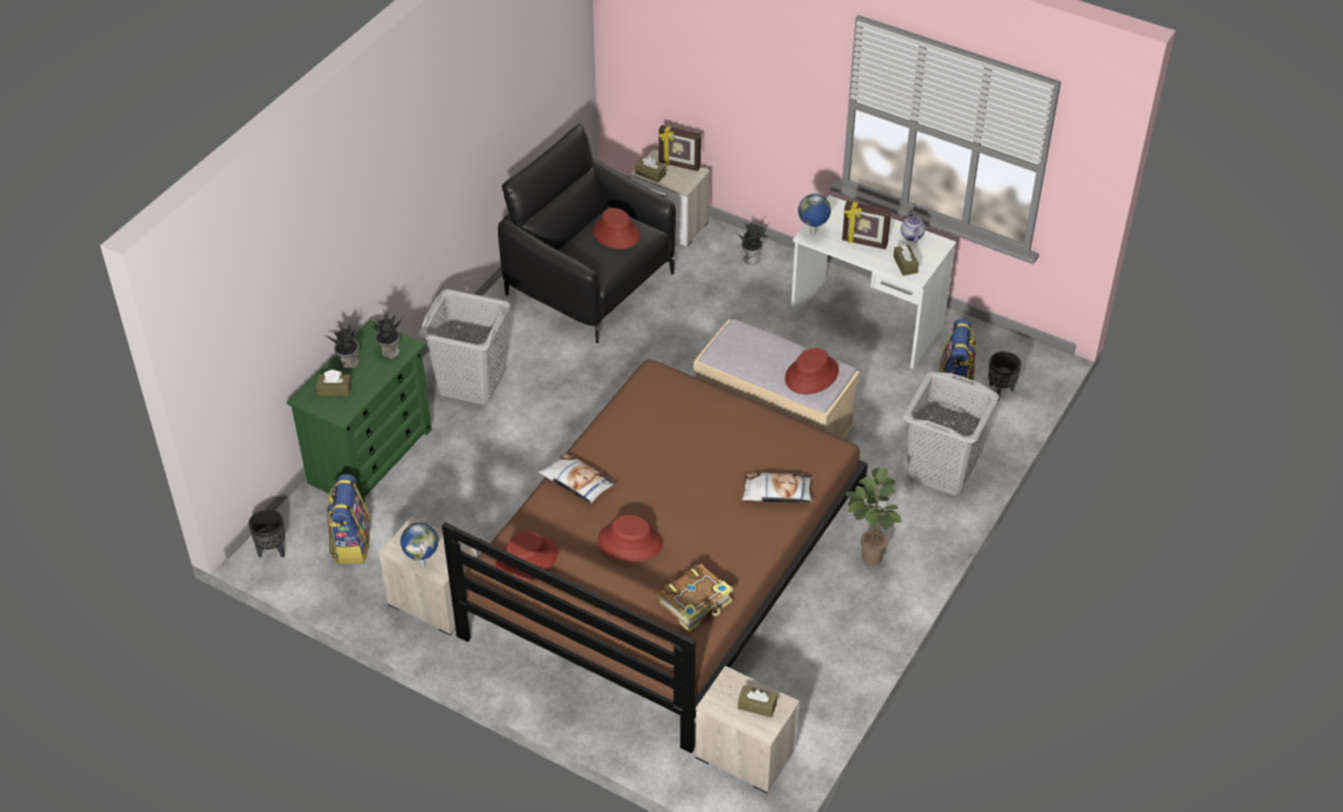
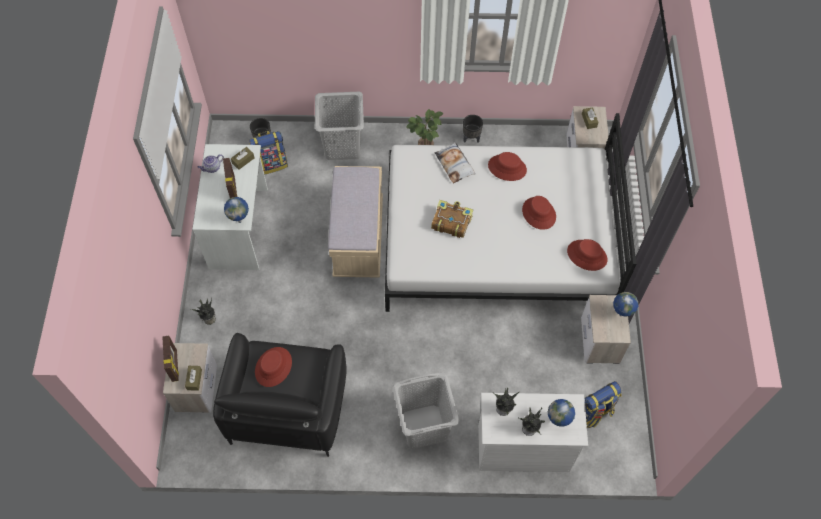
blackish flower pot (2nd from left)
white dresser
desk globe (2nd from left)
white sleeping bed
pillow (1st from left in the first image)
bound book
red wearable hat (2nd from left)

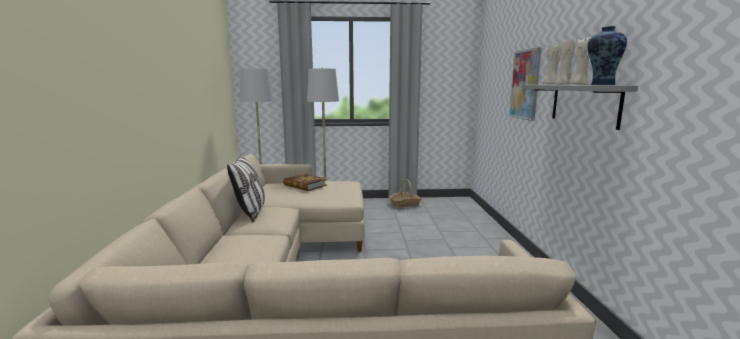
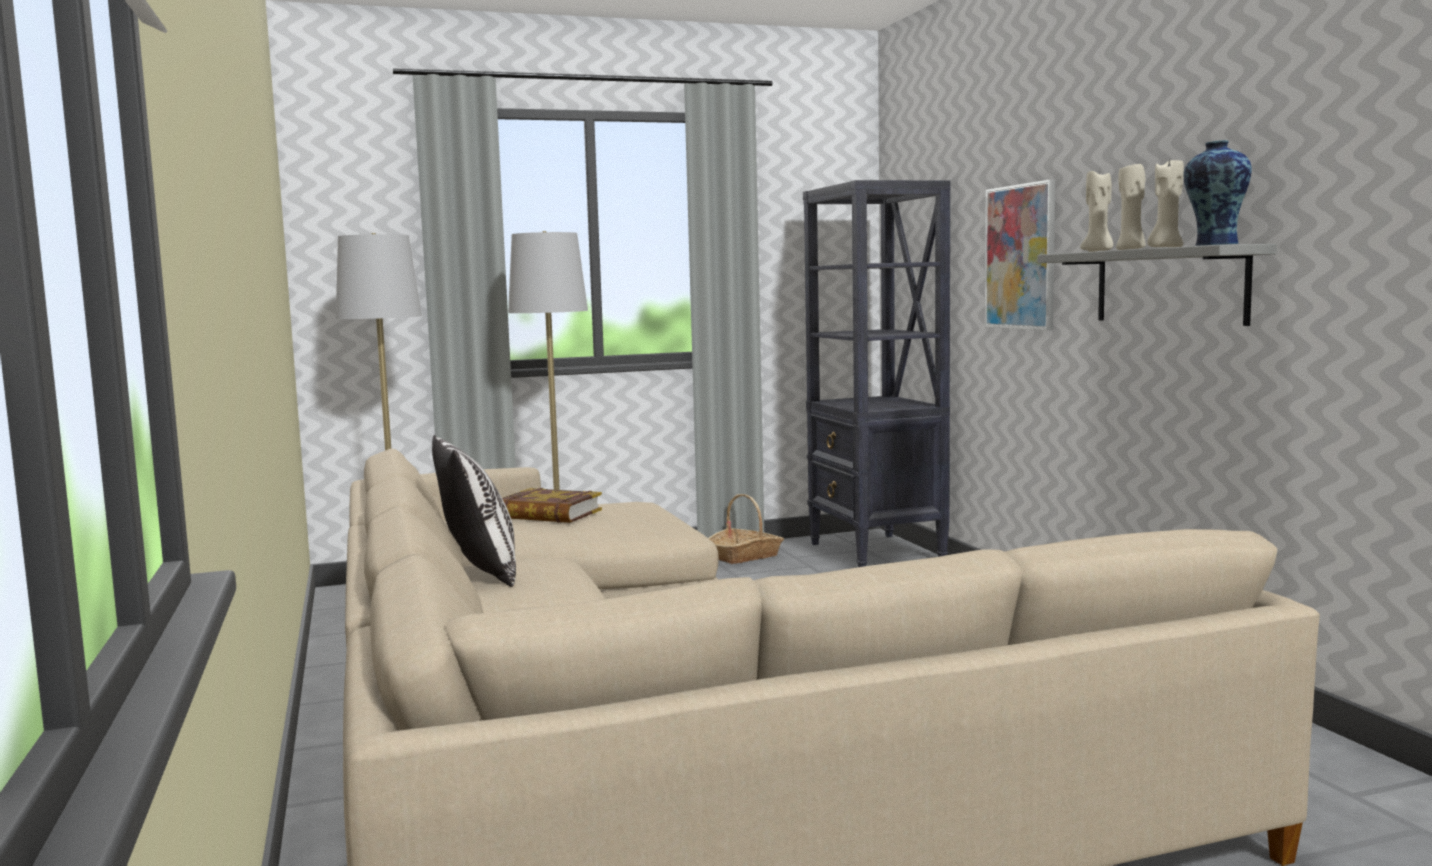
blackish shelving unit

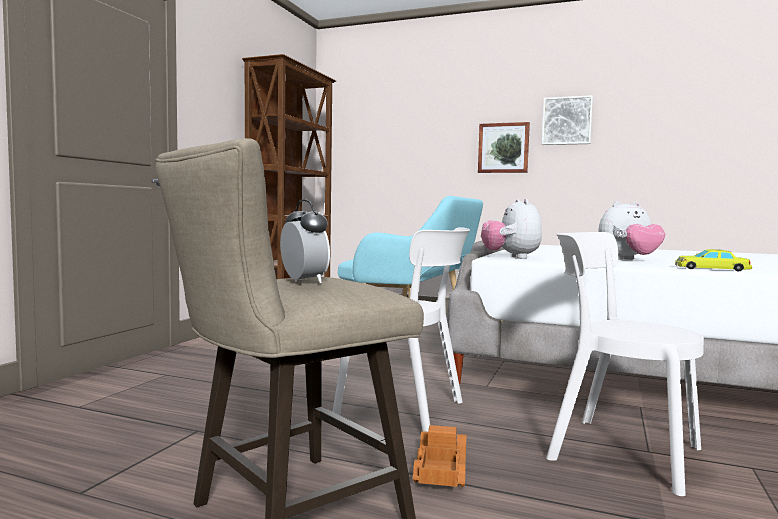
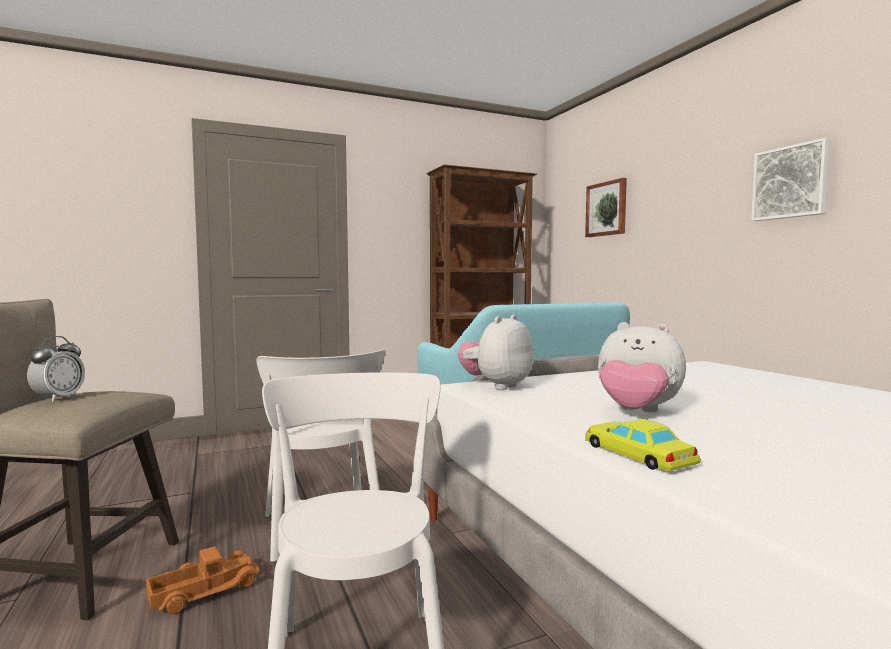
picture (1st from left)

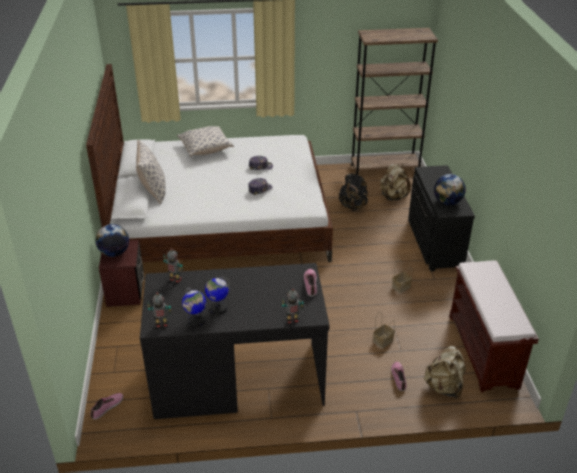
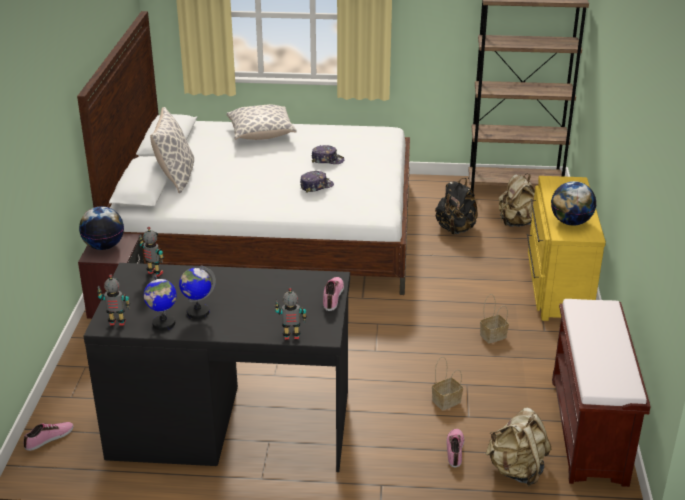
yellow-coloured dresser

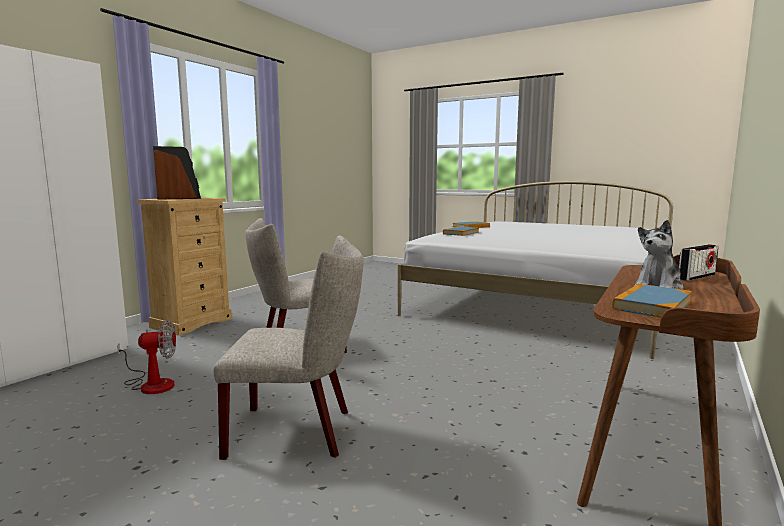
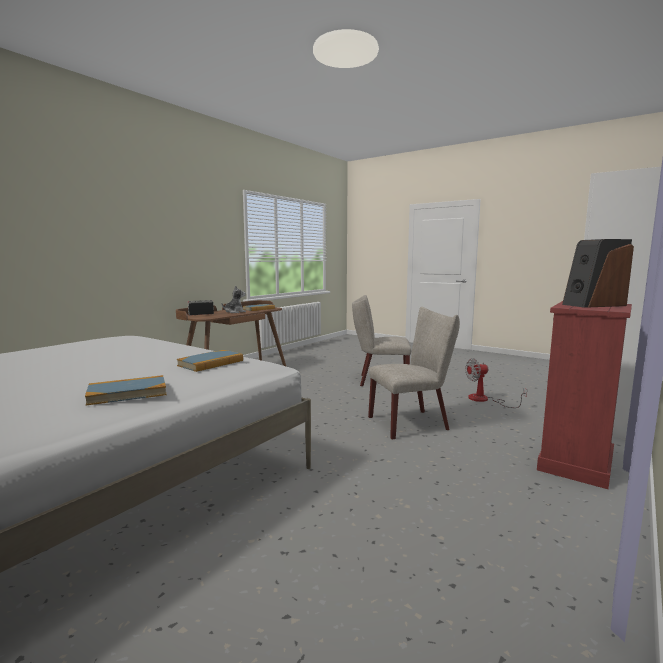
red dresser

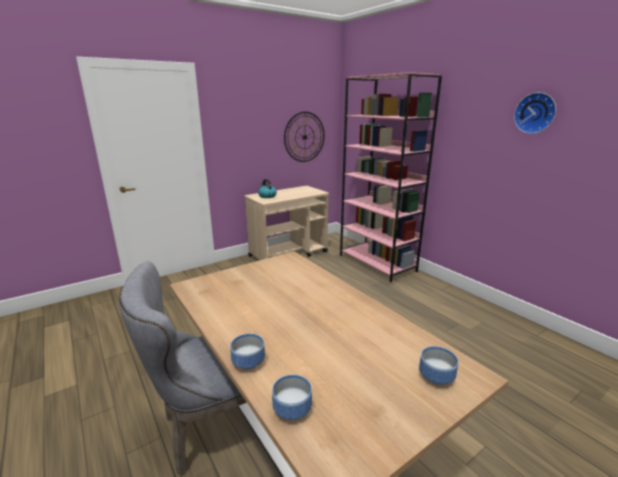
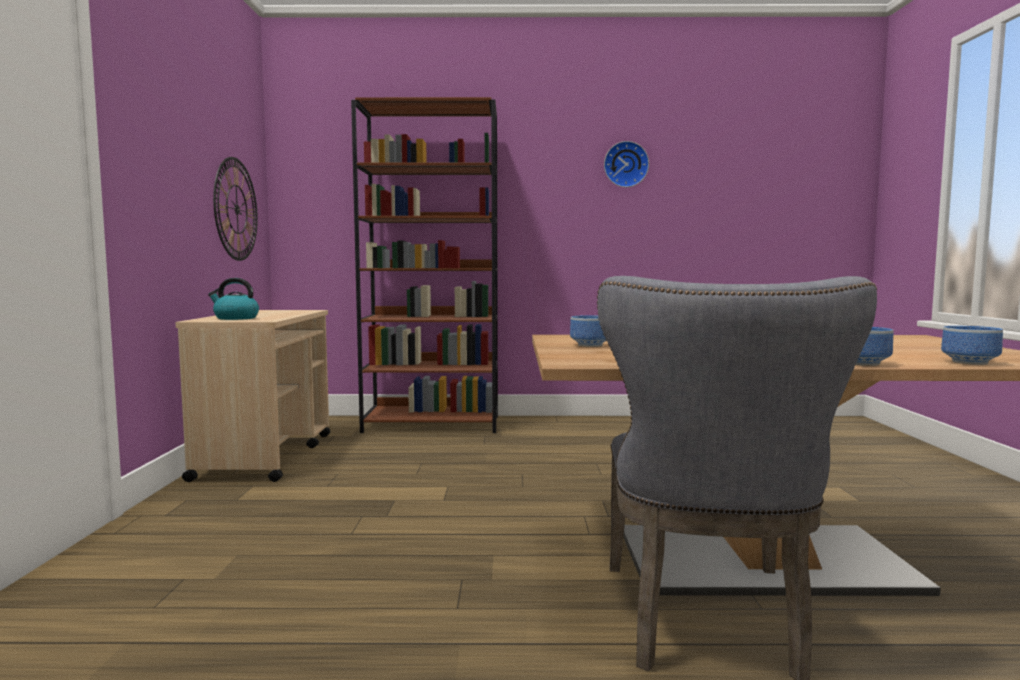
brownish shelving unit
deep dish (1st from left)

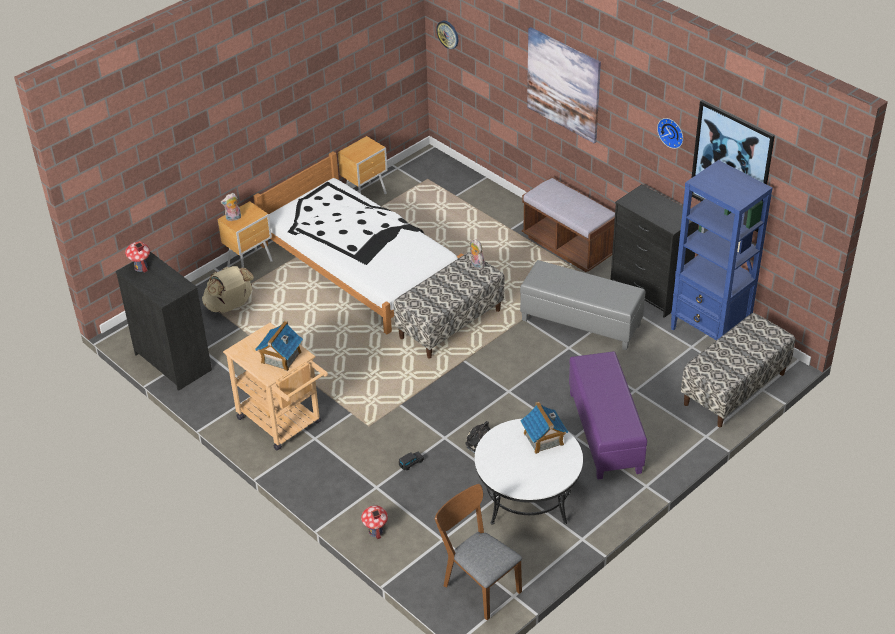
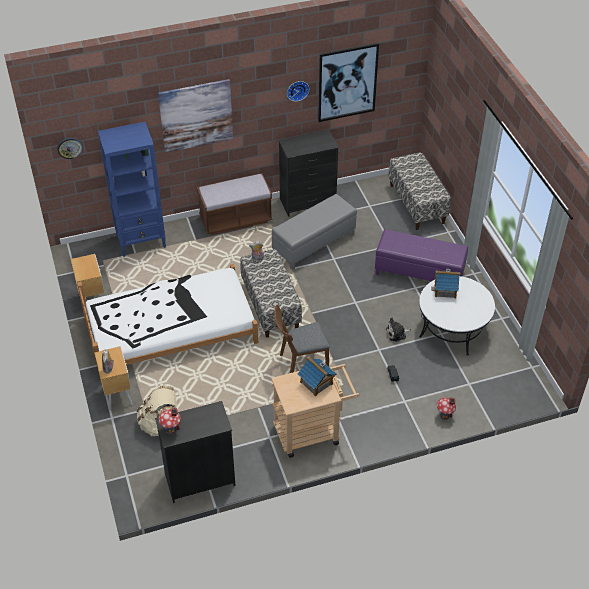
brownish plain chair
blue shelving unit

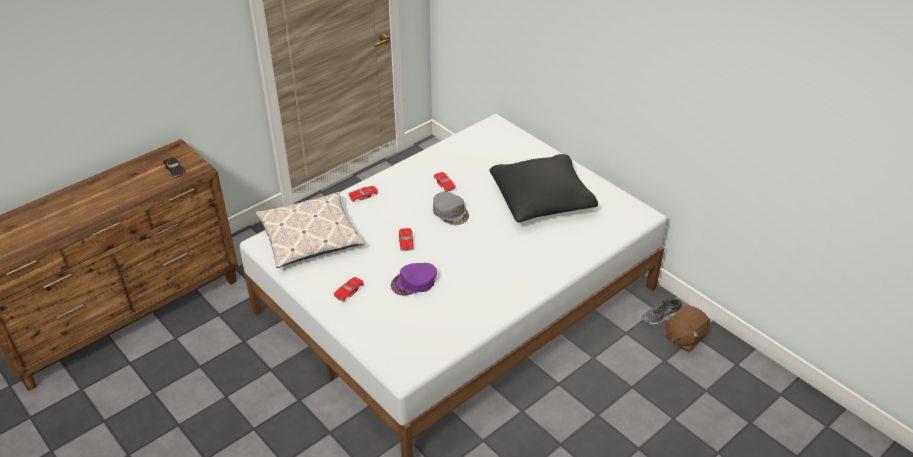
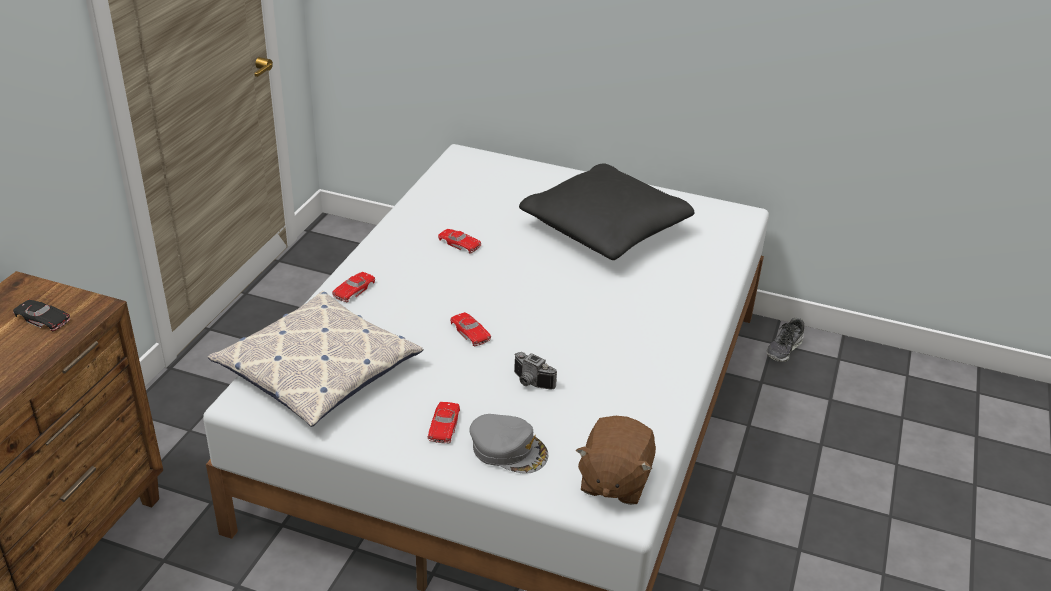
still camera
greyish baseball cap
brownish cuddly toy

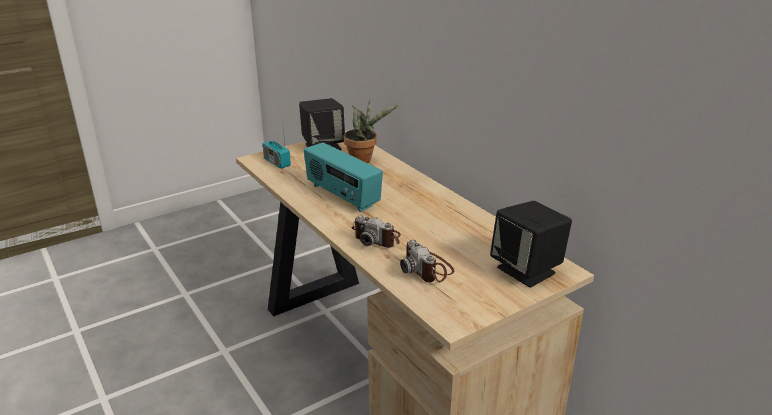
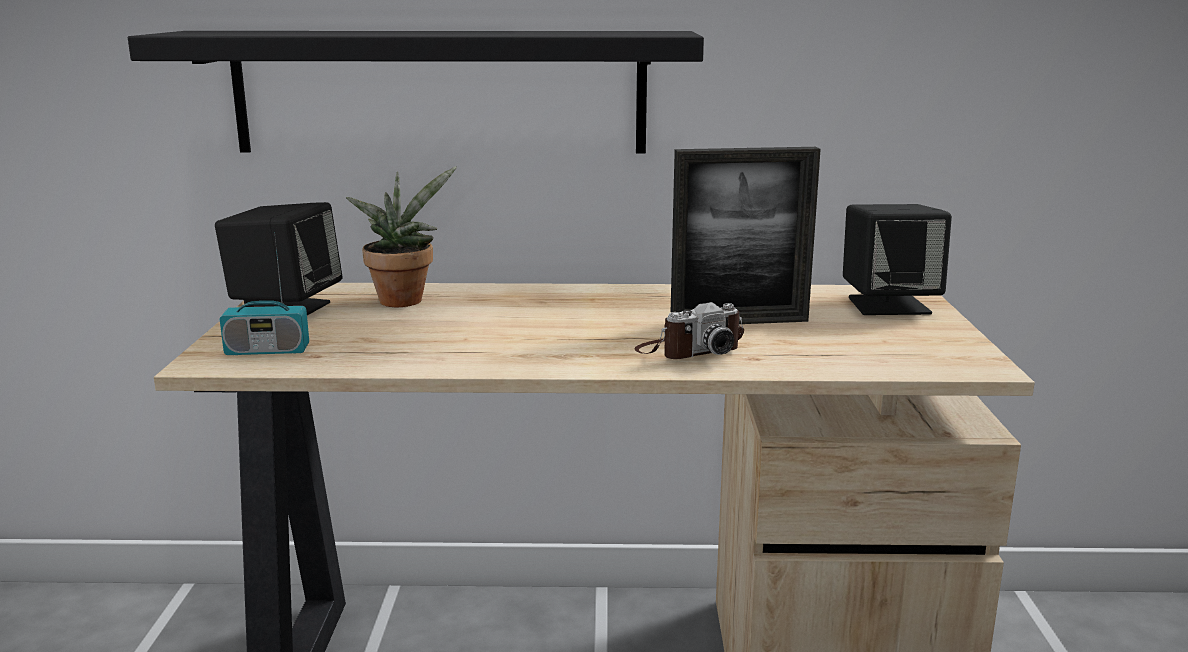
radio receiver (2nd from left in the first image)
still camera (2nd from left in the first image)
blackish shelf
standing frame

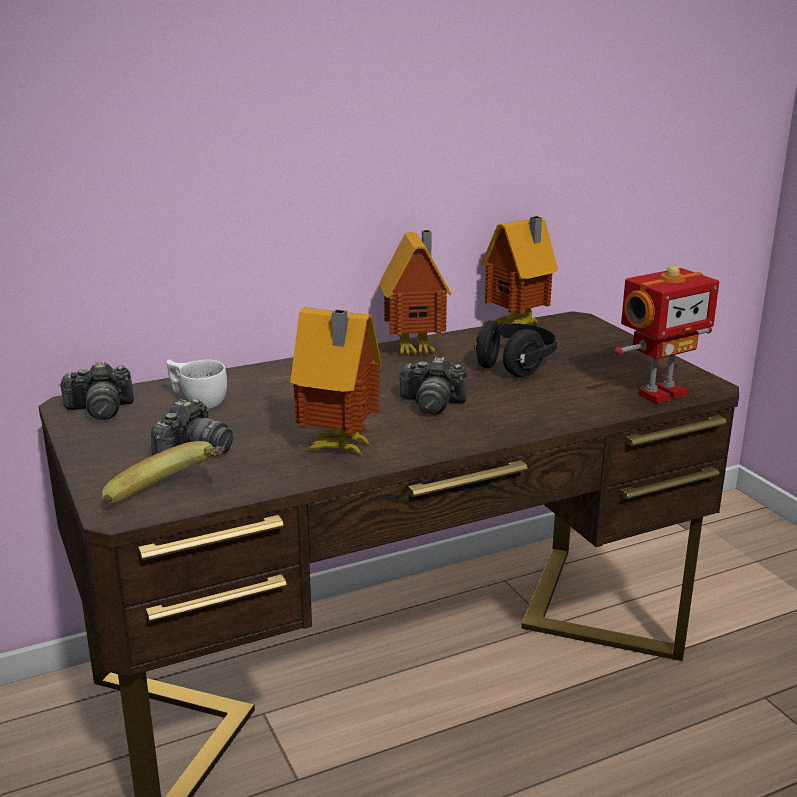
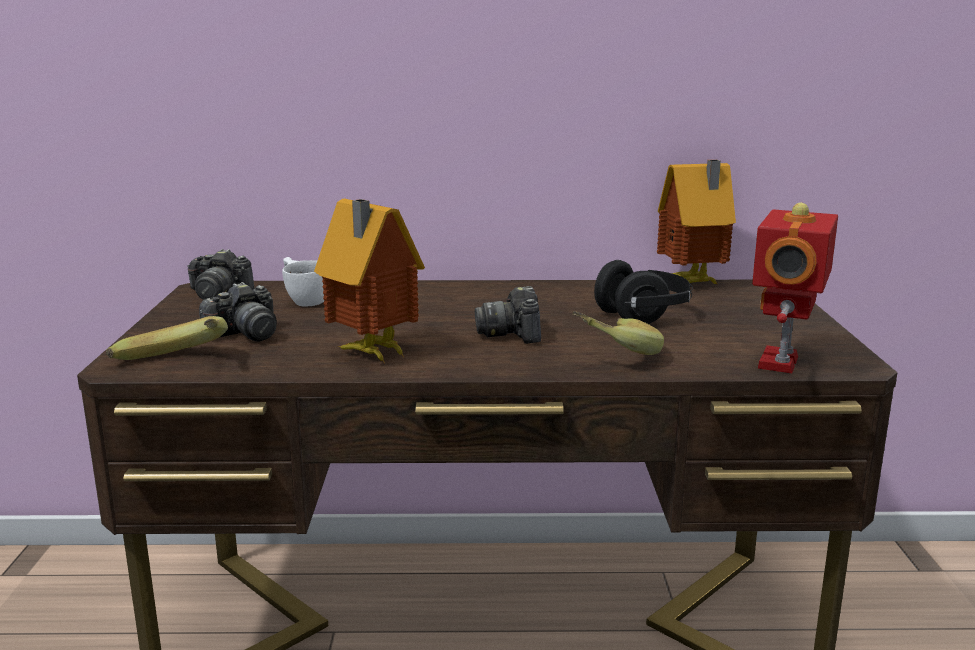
model house (2nd from left in the first image)
still camera (3rd from left)
robot figure
banana fruit (2nd from left)

